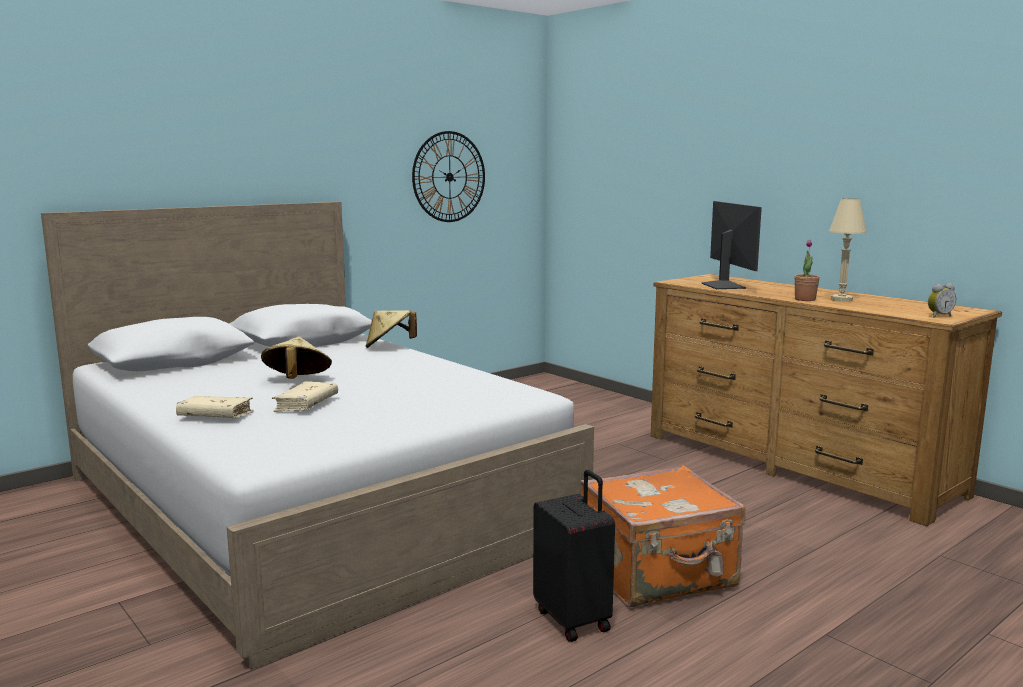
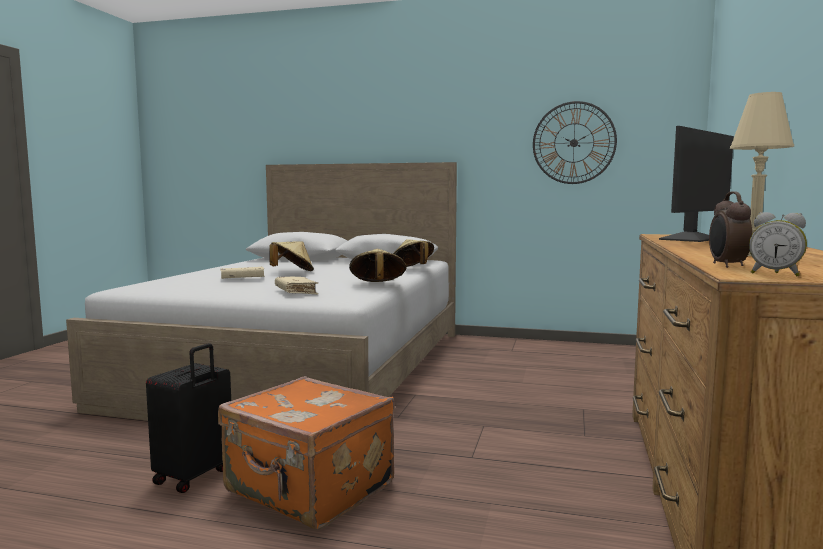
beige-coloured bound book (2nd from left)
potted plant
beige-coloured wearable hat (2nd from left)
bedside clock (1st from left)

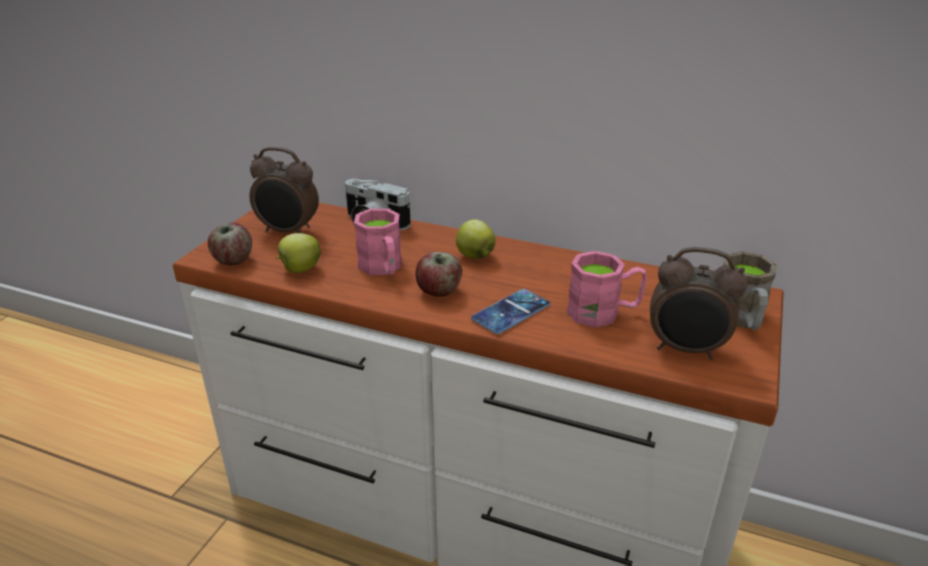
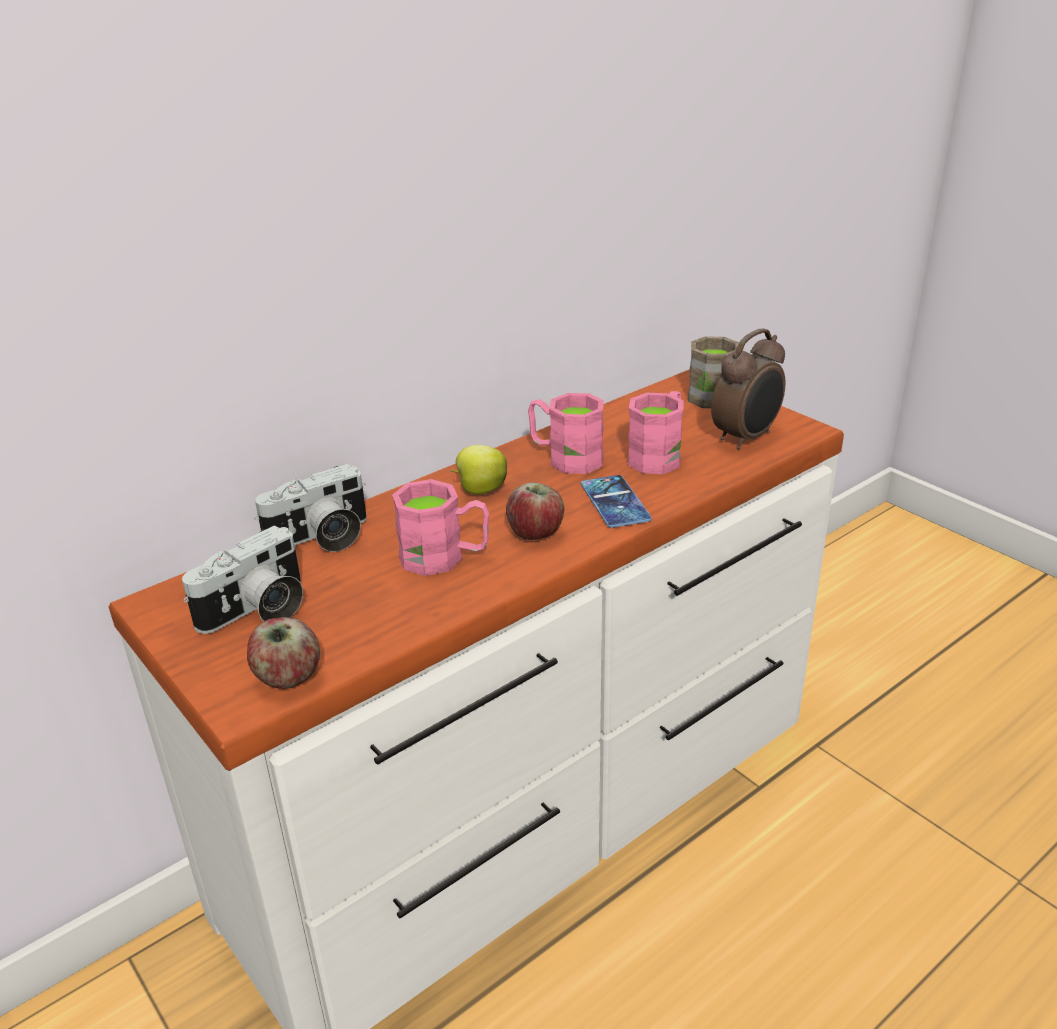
still camera (1st from left)
apple (2nd from left in the first image)
pink-coloured coffee mug (2nd from left)

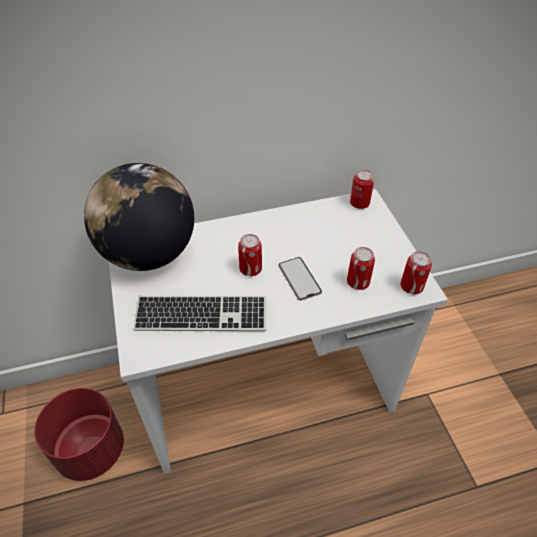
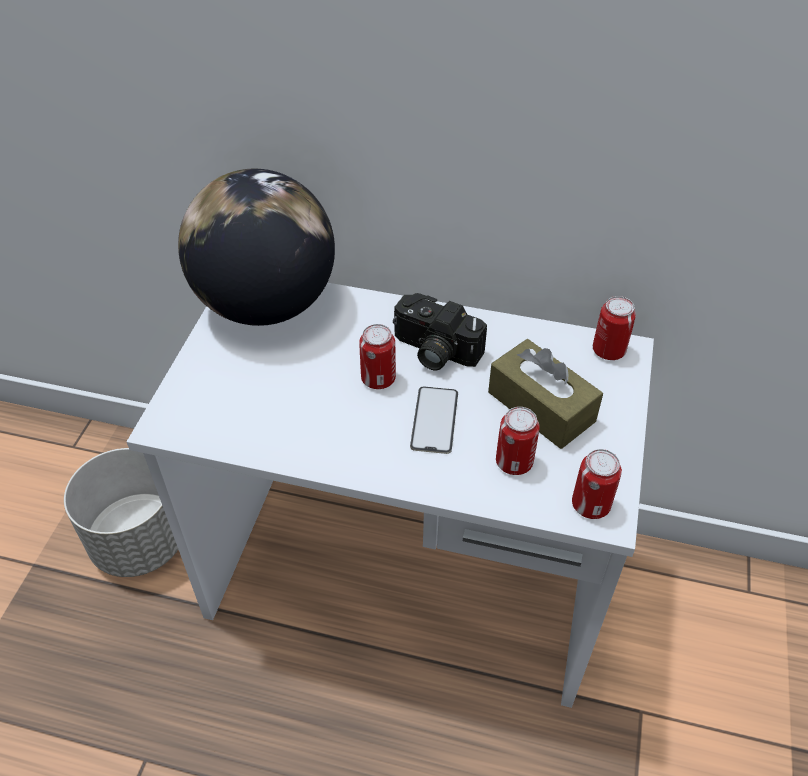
greyish flower pot
keyboard
still camera
brownish tissue holder

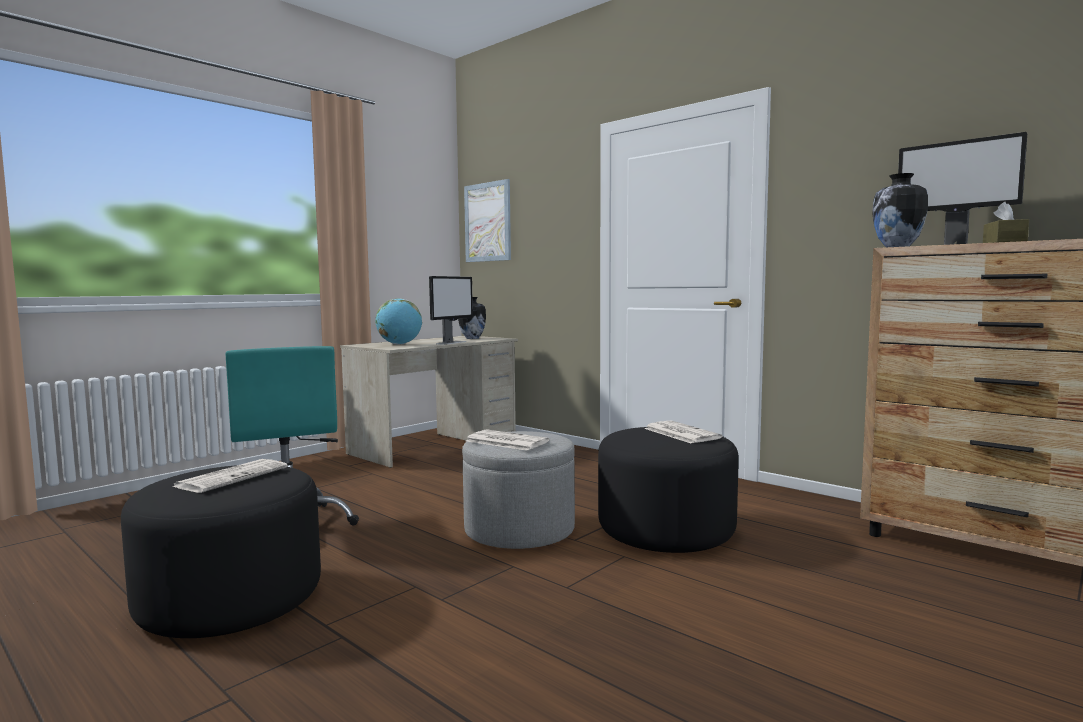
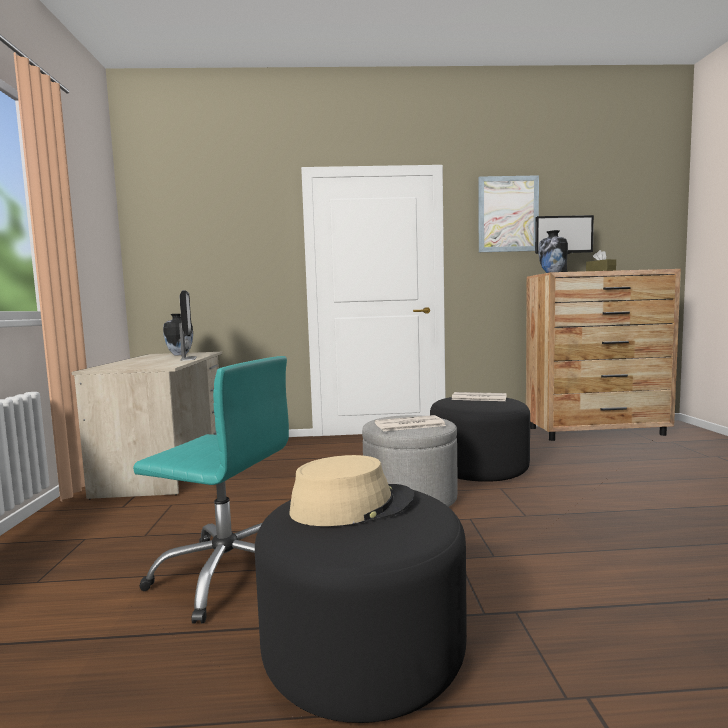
beige-coloured wearable hat
desk globe
picture

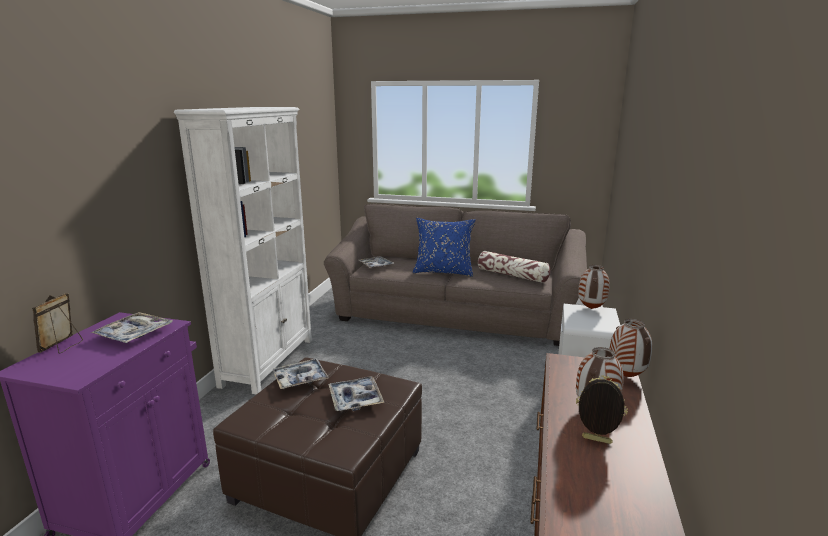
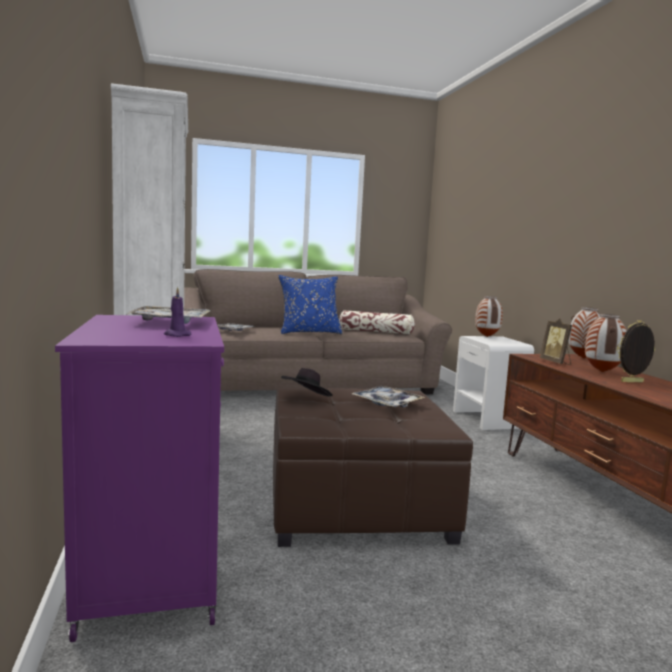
standing frame (1st from left)
blackish wearable hat
purplish wax light

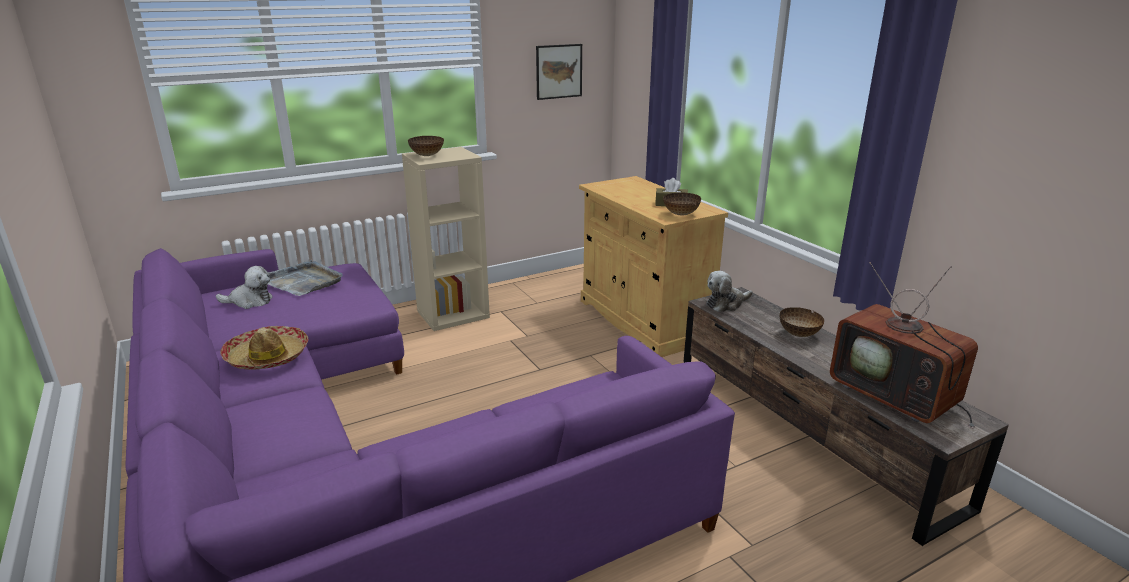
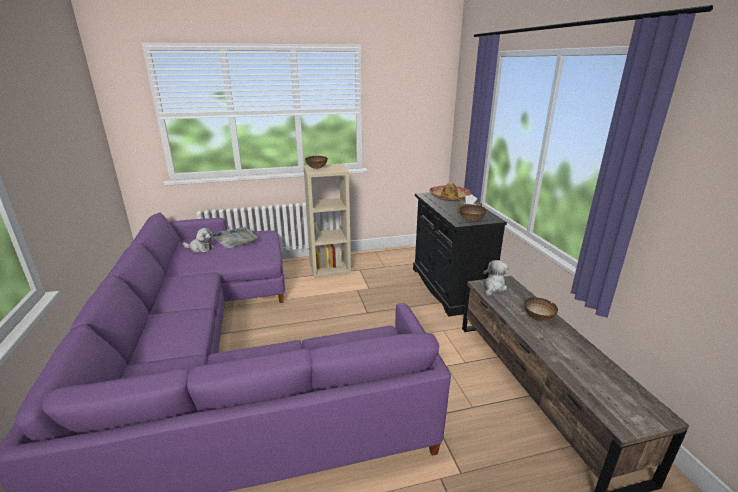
wearable hat
picture
blackish cabinet
cuddly toy (2nd from left)
TV set

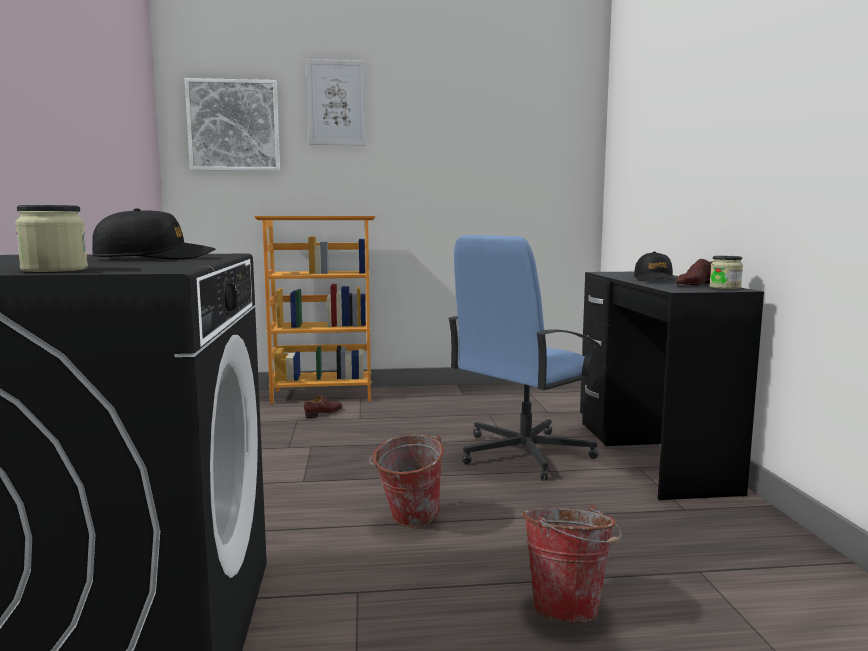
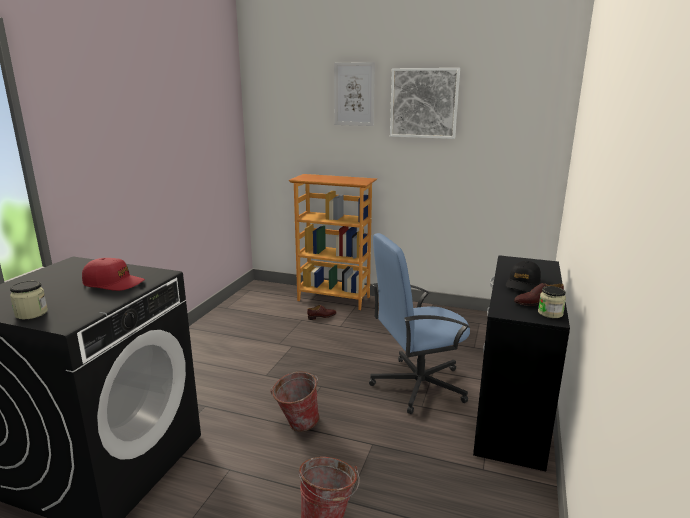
red baseball cap
picture (2nd from left)

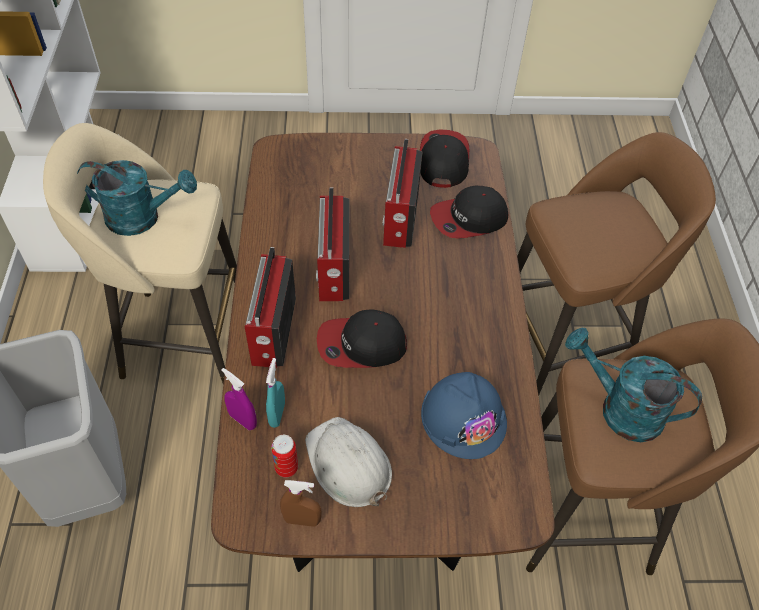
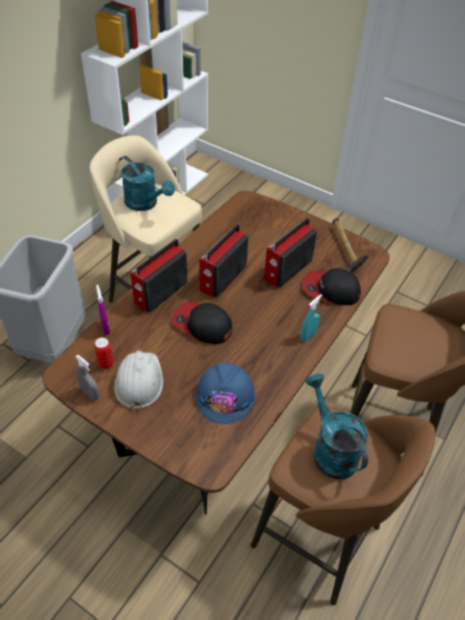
turquoise hand sprayer
greyish hand sprayer
hammer

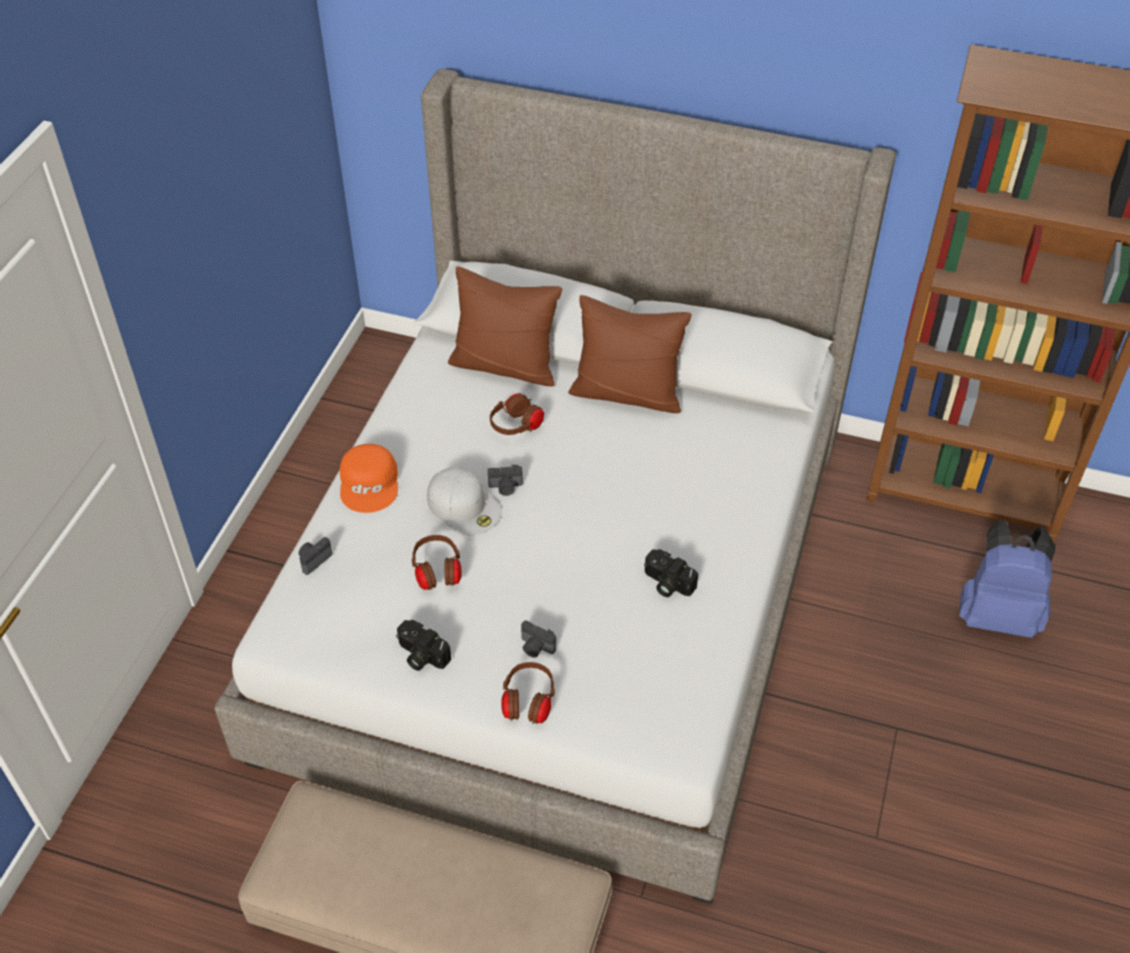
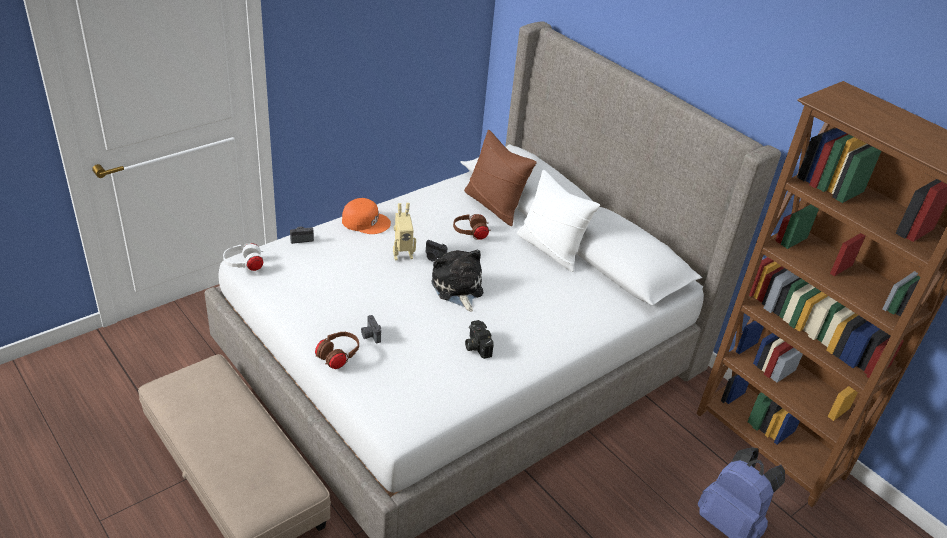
orange-coloured baseball cap
still camera (2nd from left in the first image)
brownish headset (1st from left in the first image)
robot figure
white pillow
white headset
cuddly toy

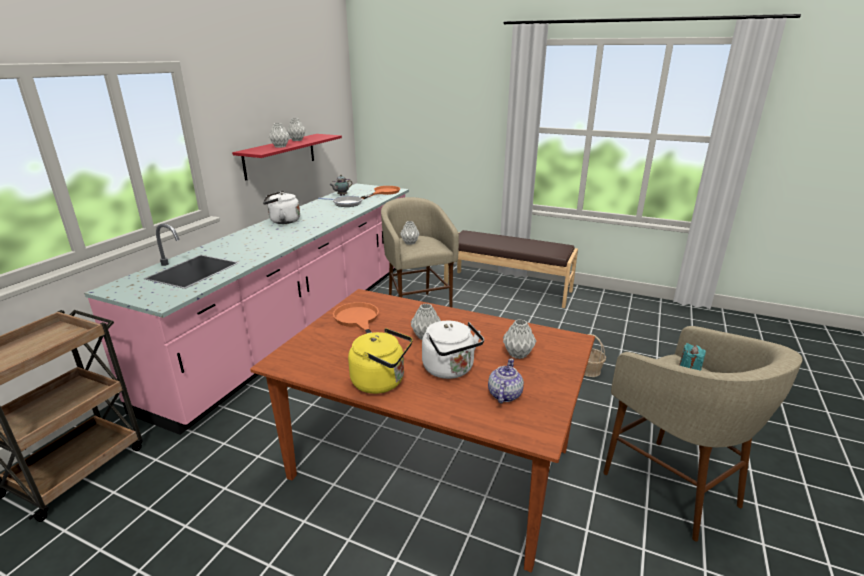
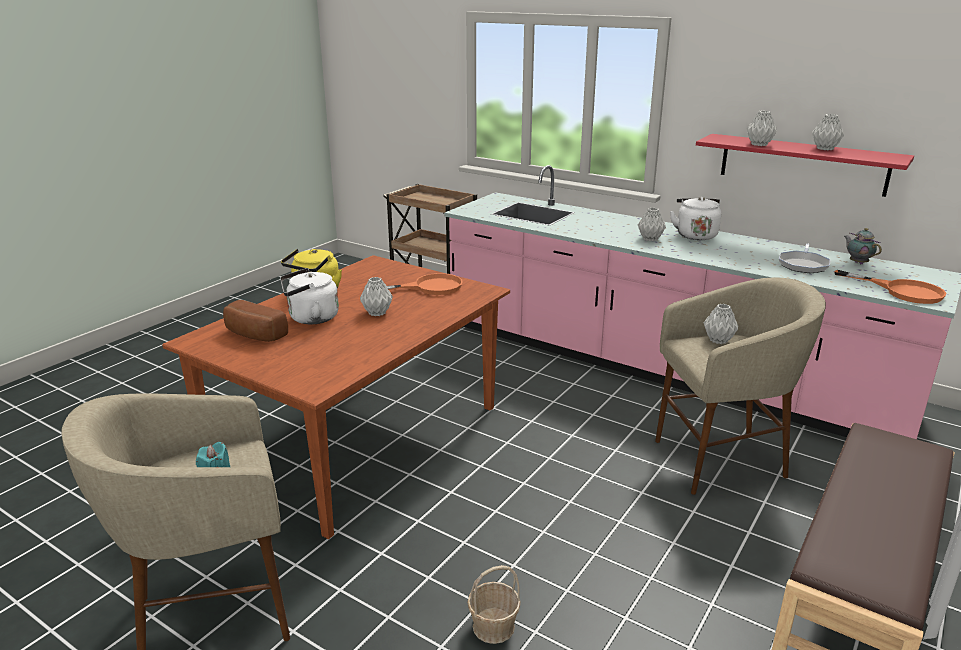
bakery bread
greyish decorative vase (2nd from left)

